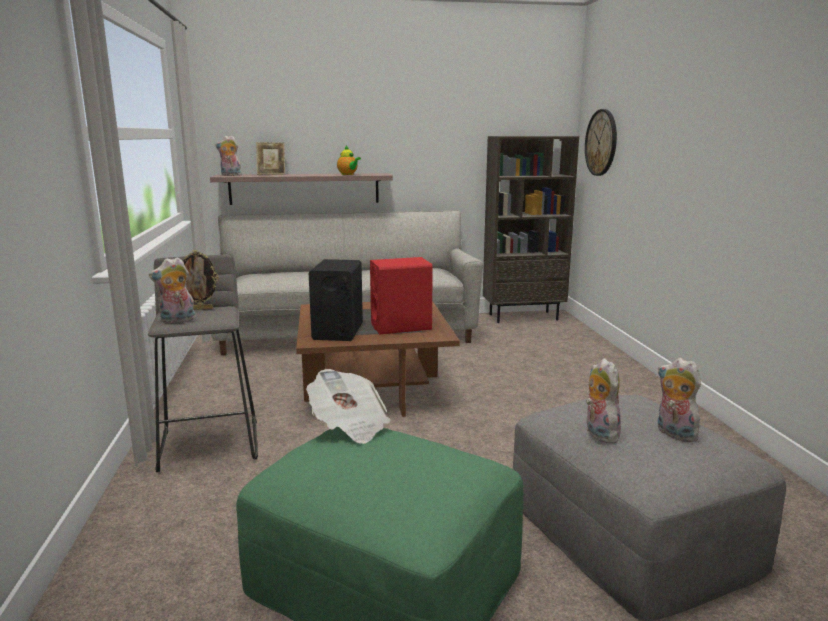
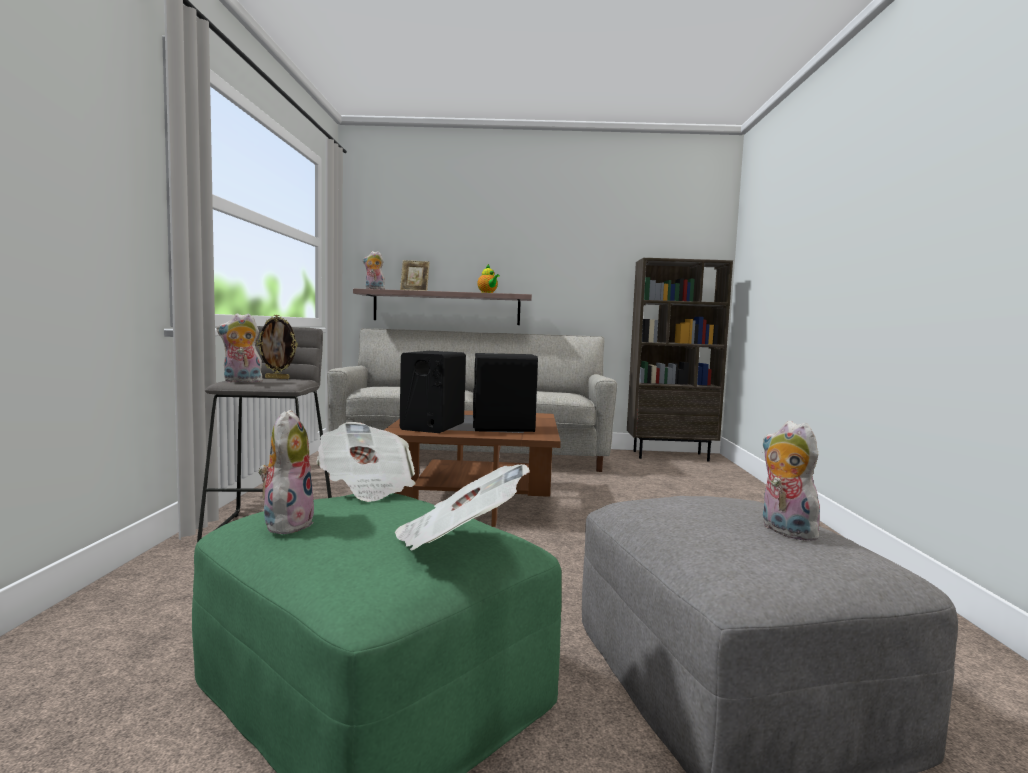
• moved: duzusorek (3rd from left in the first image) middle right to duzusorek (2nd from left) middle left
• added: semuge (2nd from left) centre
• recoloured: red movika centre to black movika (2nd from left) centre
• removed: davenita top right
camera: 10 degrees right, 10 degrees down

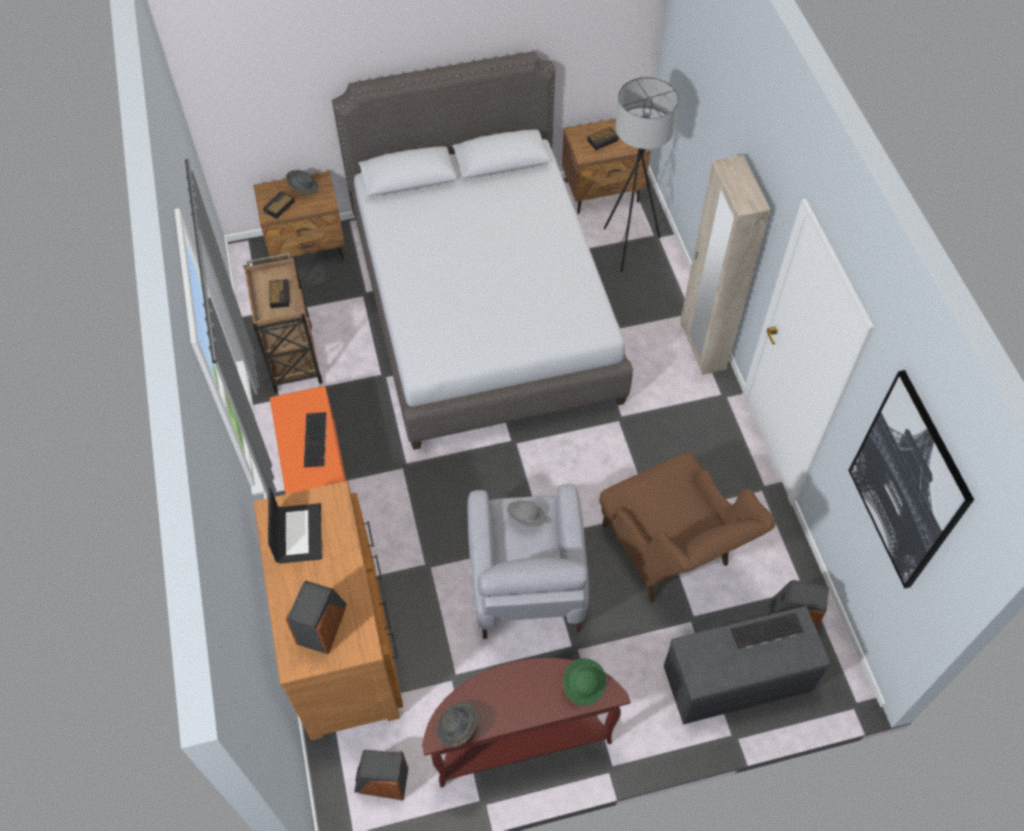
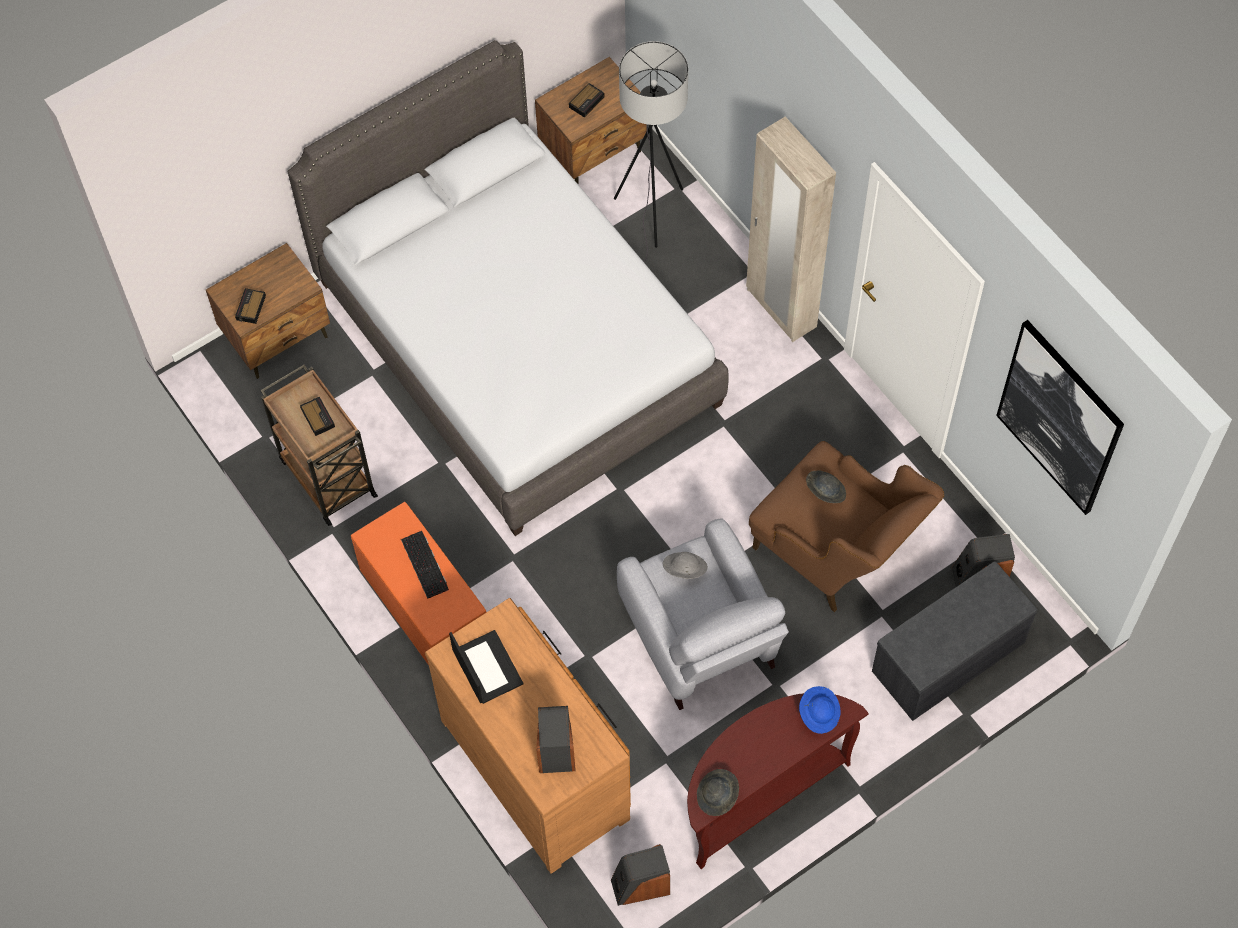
• recoloured: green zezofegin bottom centre to blue zezofegin bottom centre
• moved: grey zezofegin (1st from left in the first image) top left to grey zezofegin (3rd from left) middle right
• removed: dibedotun (2nd from left) bottom right
camera: 20 degrees left, 5 degrees up

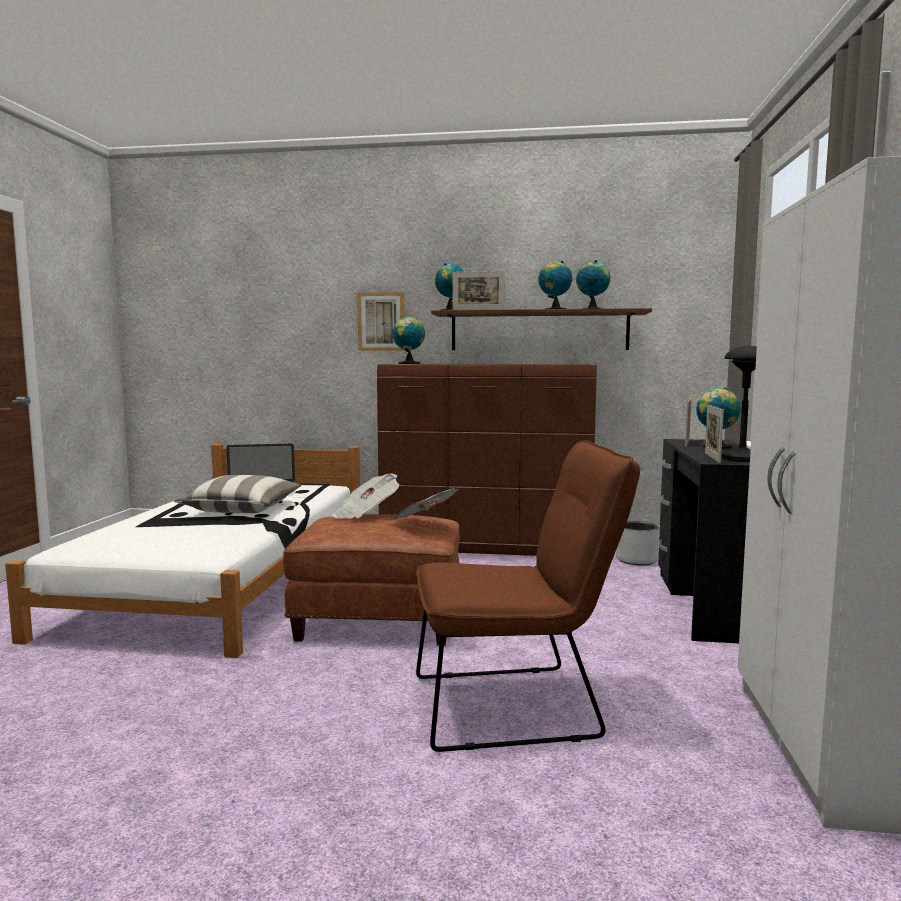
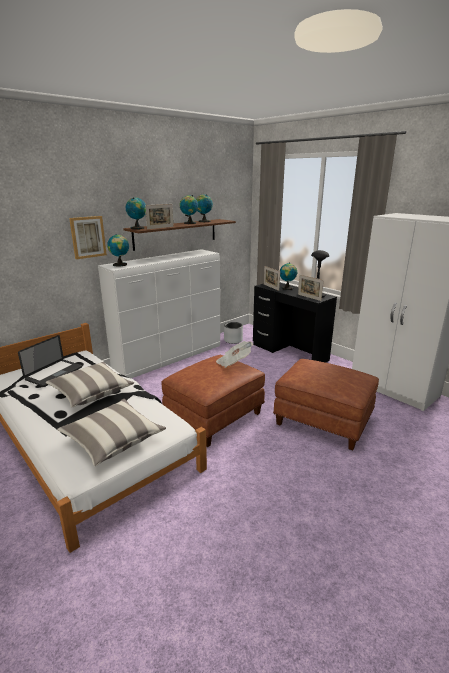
• added: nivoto (2nd from left) middle left
• recoloured: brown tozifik centre to white tozifik centre
• replaced: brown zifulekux centre to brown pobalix (2nd from left) middle right
• removed: semuge (1st from left) centre
camera: 50 degrees left, 15 degrees up

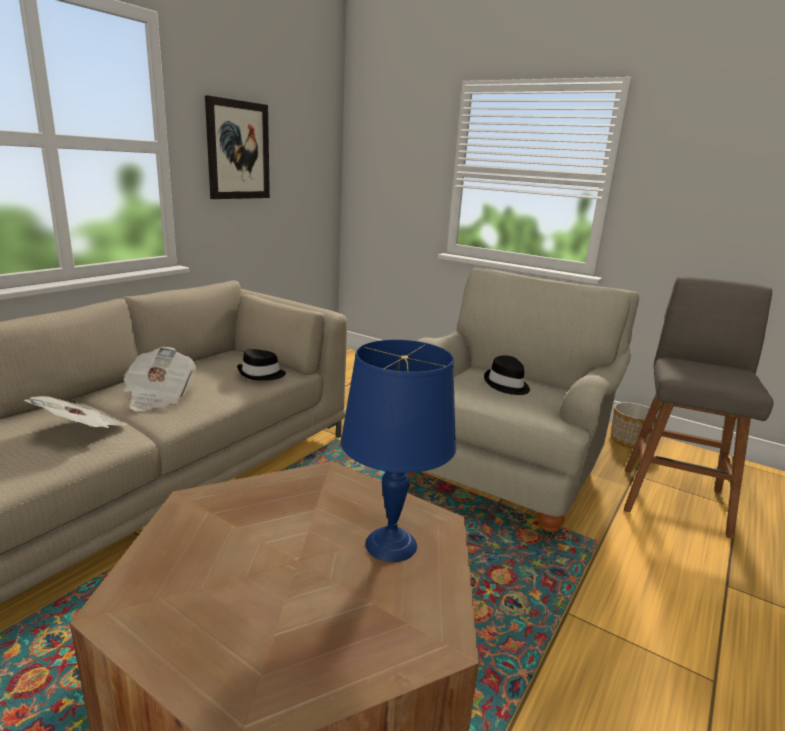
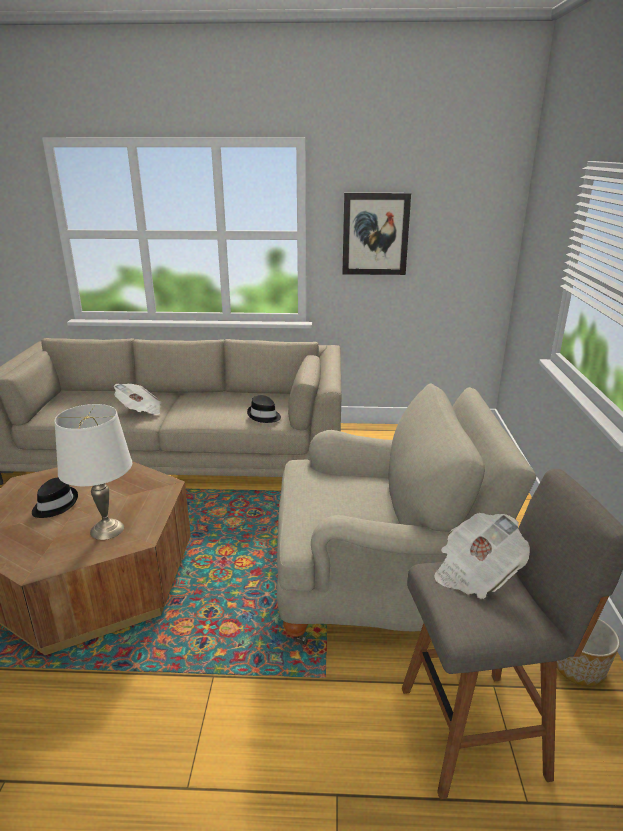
• moved: black zezofegin (2nd from left in the first image) centre to black zezofegin (1st from left) middle left
• recoloured: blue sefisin centre to white sefisin middle left
• moved: semuge (2nd from left) middle left to bottom right
camera: 60 degrees right, 5 degrees up

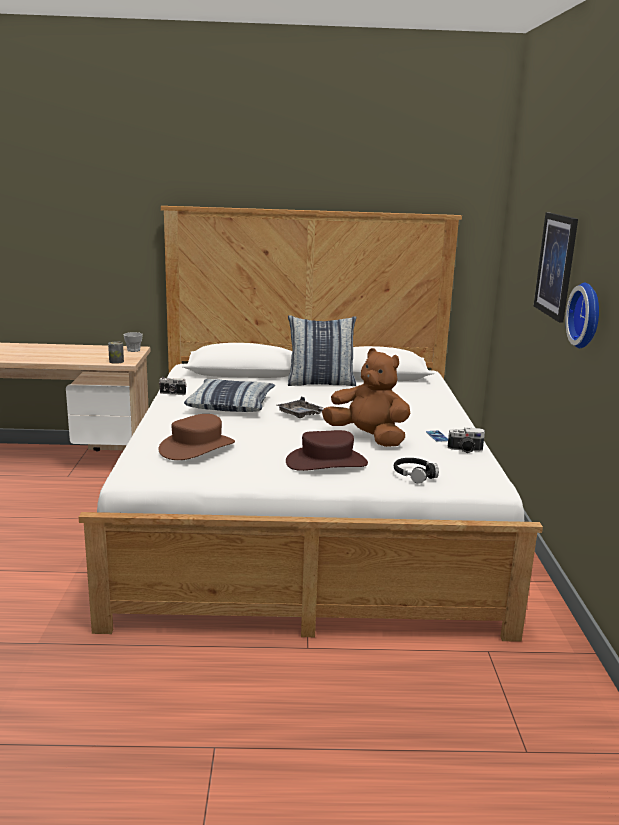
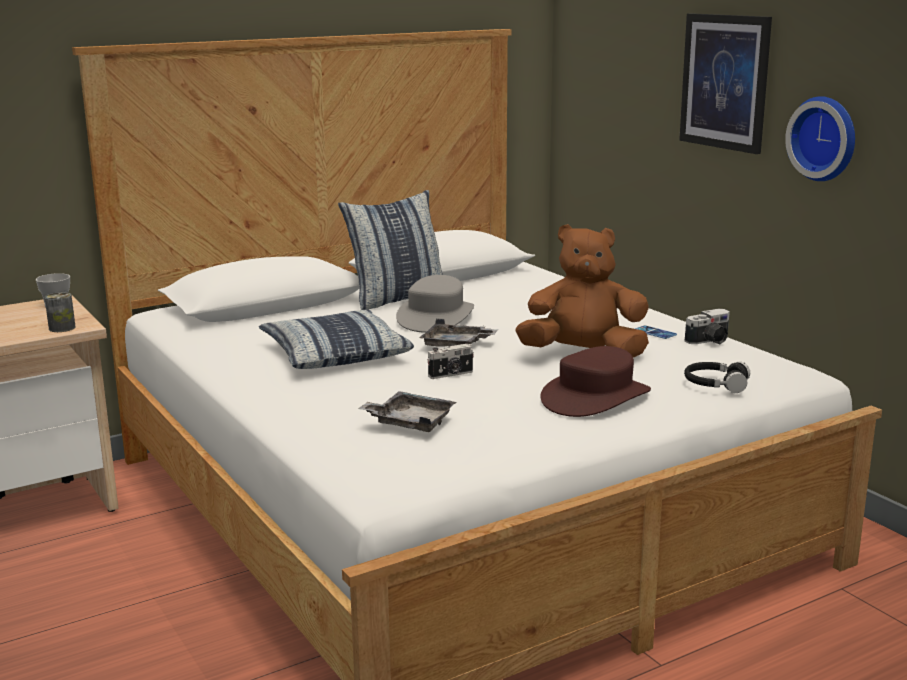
• replaced: brown zezofegin (1st from left) middle left to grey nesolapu (1st from left) centre
• added: grey zezofegin centre
• moved: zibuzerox (1st from left) middle left to centre
camera: 30 degrees left, 0 degrees up

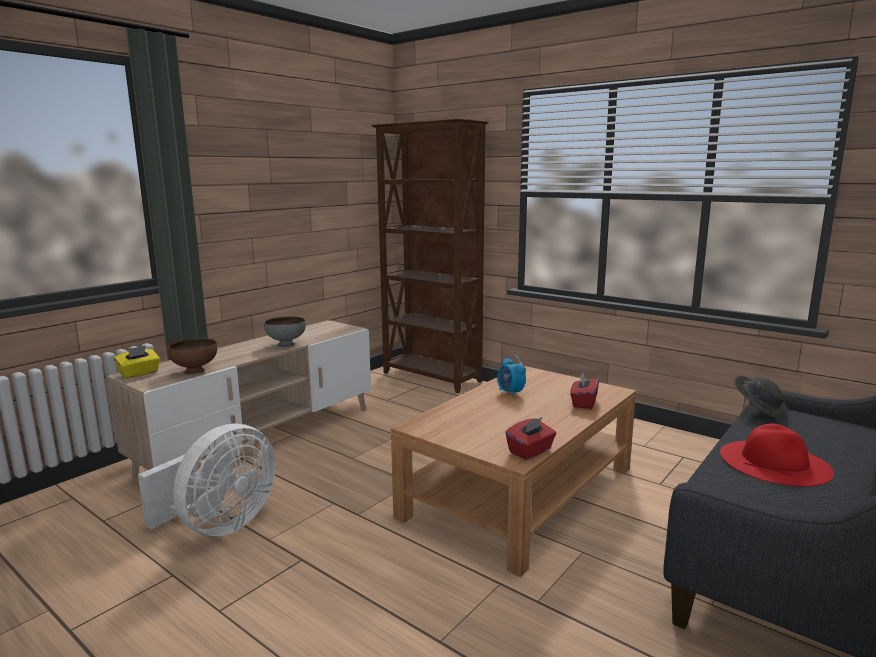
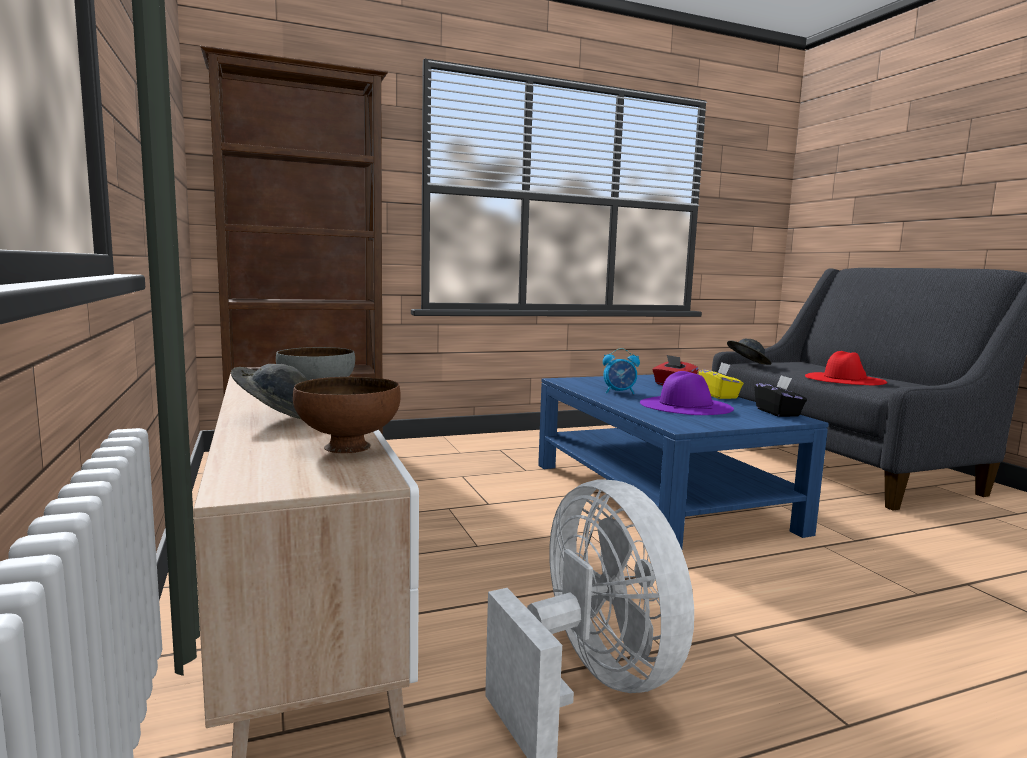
• added: grey zezofegin (1st from left) middle left
• recoloured: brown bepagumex bottom centre to blue bepagumex centre
• added: purple zezofegin middle right
• moved: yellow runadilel middle left to middle right
• recoloured: red runadilel (1st from left) bottom centre to black runadilel middle right
camera: 60 degrees left, 5 degrees down

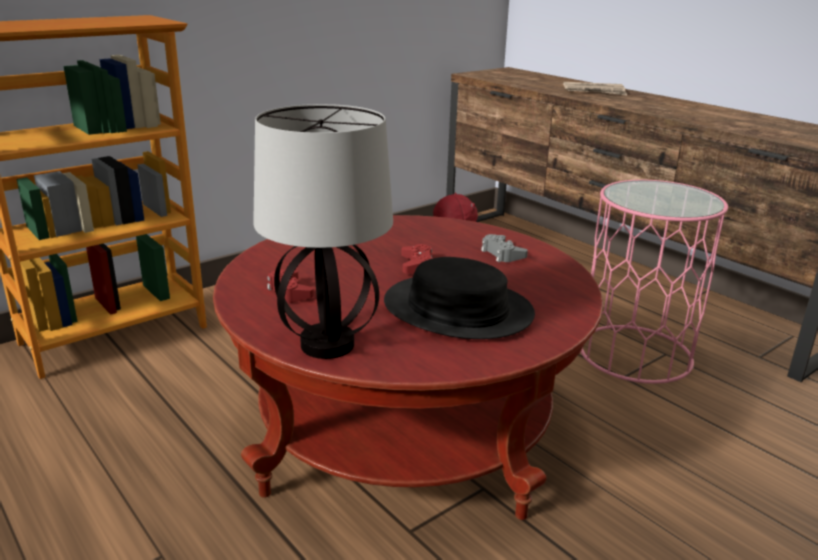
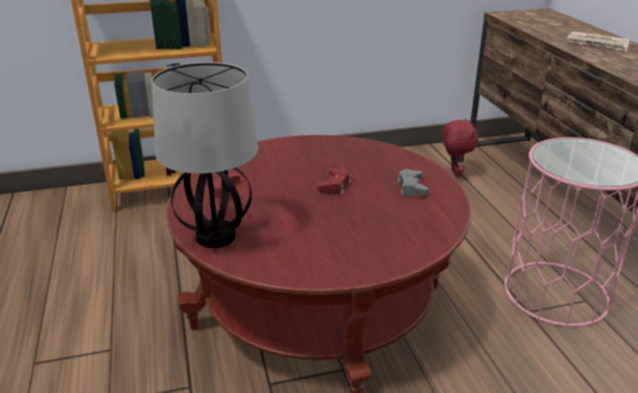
• removed: black zezofegin centre
camera: 25 degrees right, 5 degrees up

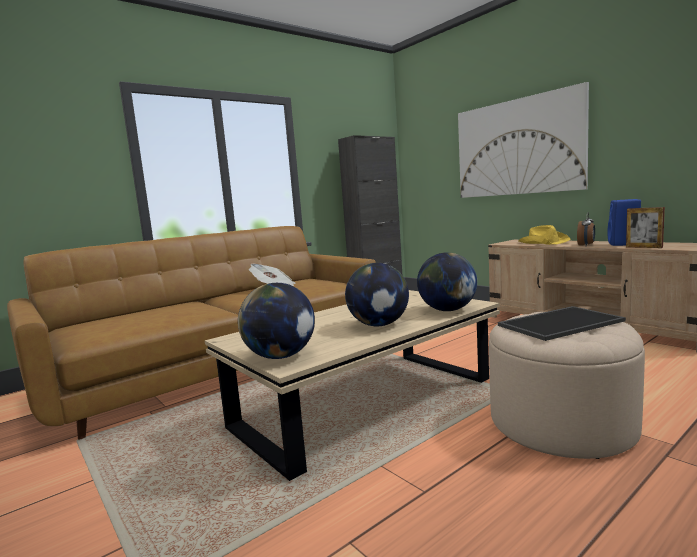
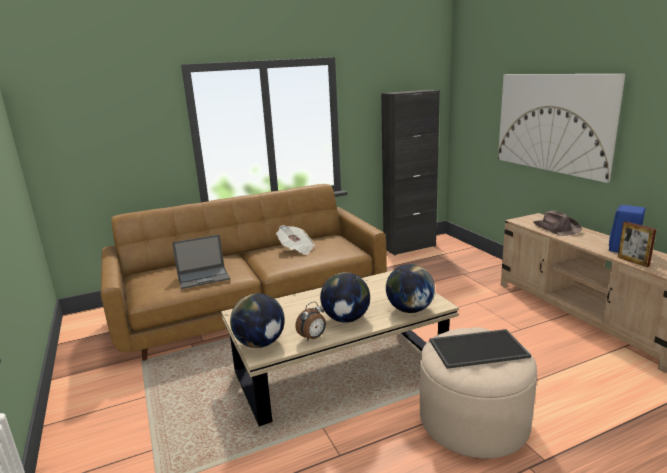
• added: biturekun middle left
• moved: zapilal middle right to bottom centre
• recoloured: yellow zezofegin middle right to brown zezofegin middle right
camera: 15 degrees right, 10 degrees up

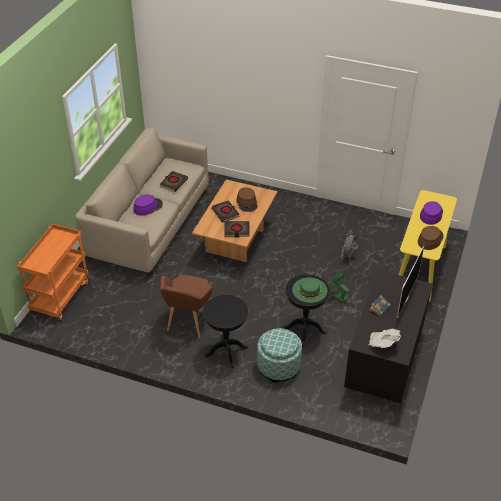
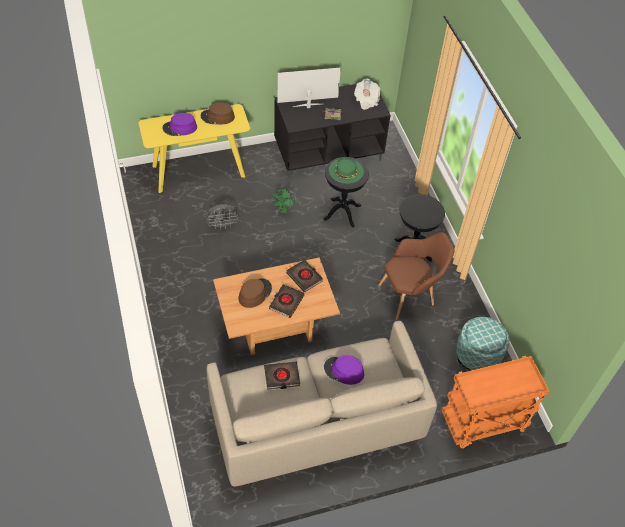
• moved: pobalix bottom centre to middle right
camera: 130 degrees left, 10 degrees up

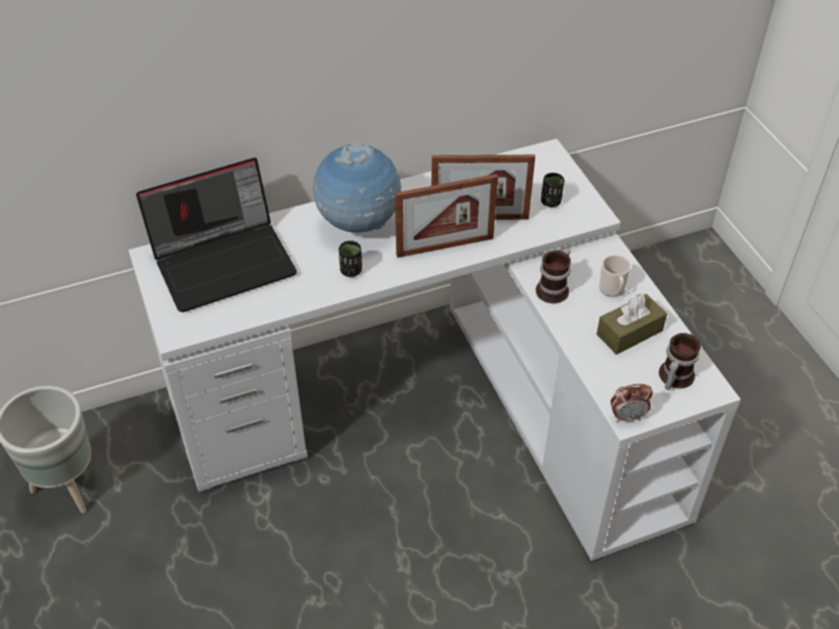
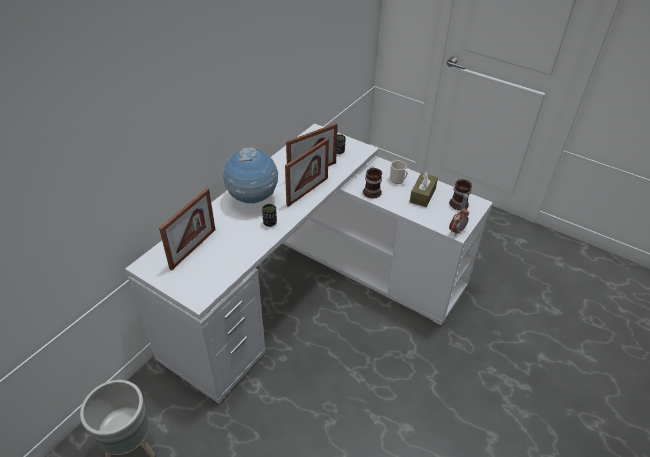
• replaced: biturekun middle left to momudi (1st from left) middle left
camera: 35 degrees left, 5 degrees down

